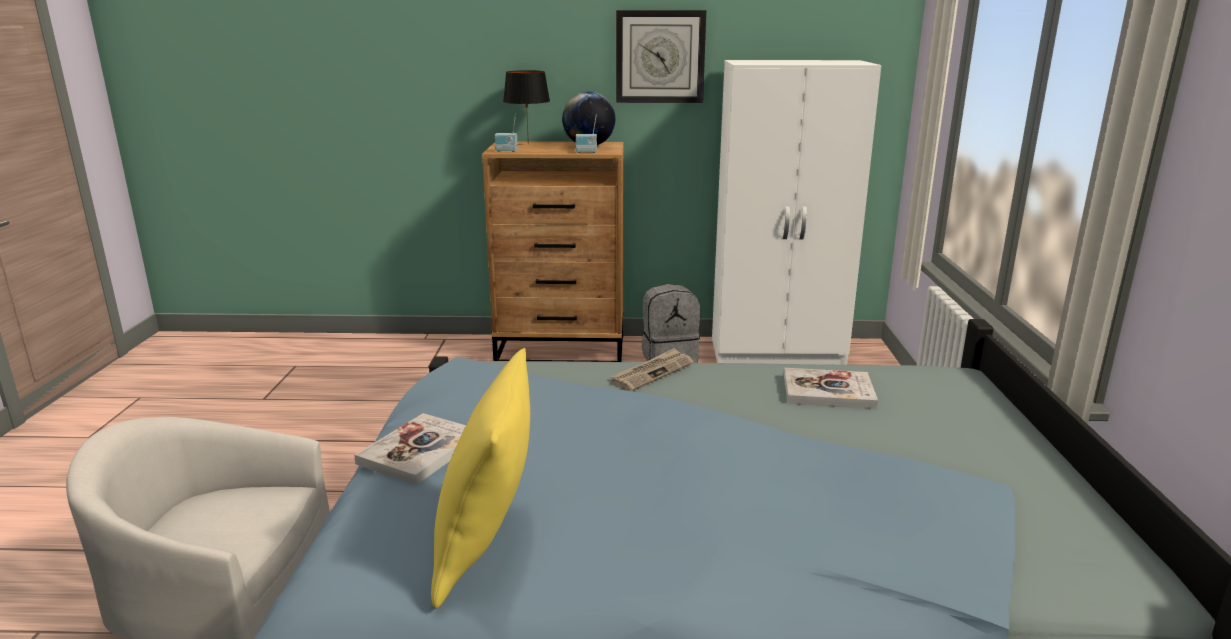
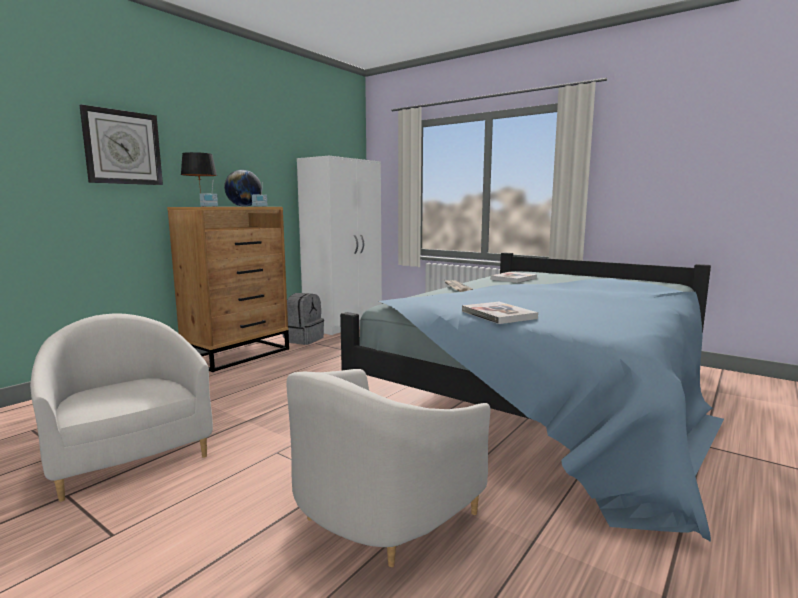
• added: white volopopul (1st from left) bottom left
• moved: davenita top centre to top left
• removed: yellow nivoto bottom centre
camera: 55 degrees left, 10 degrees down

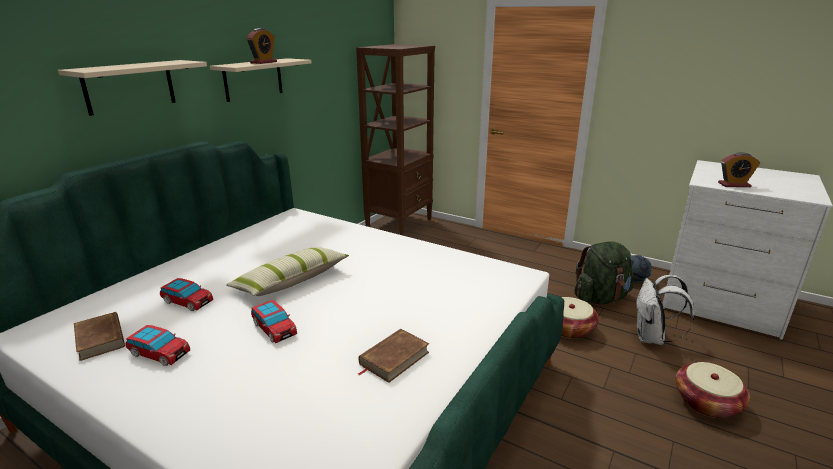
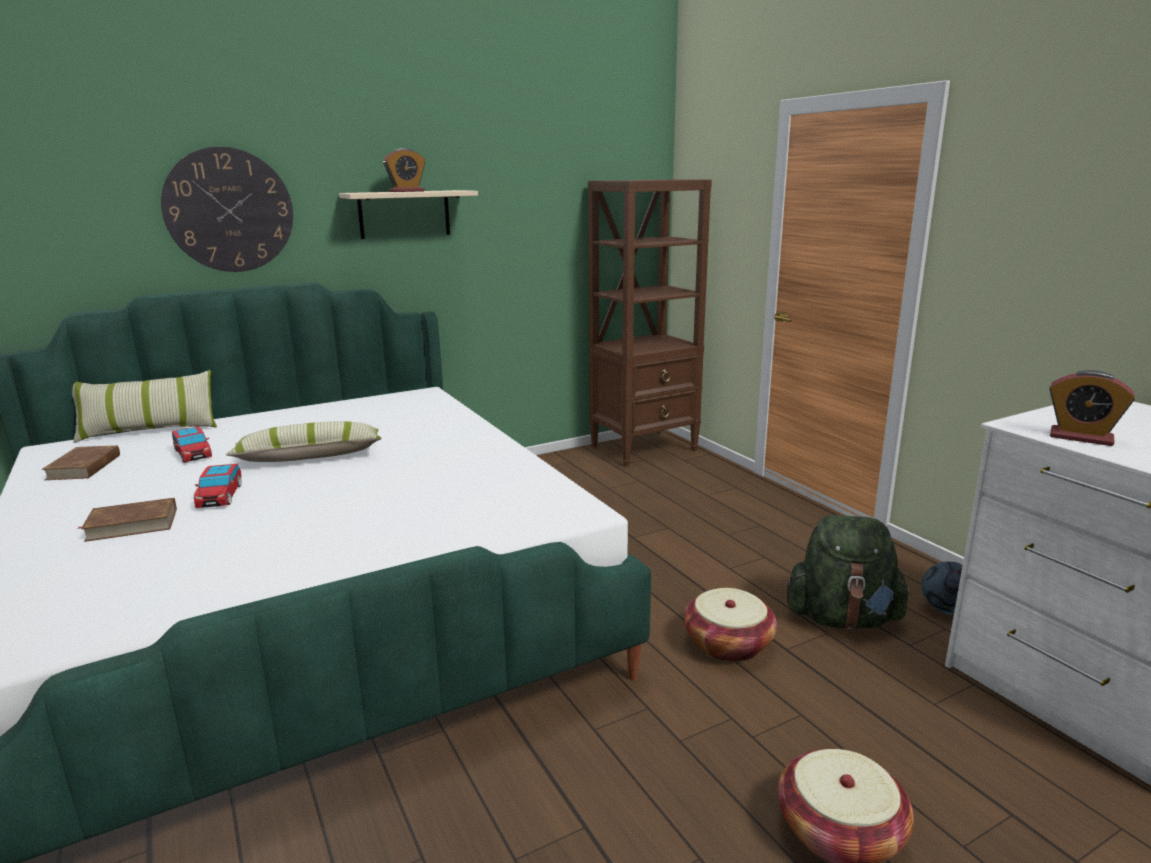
• added: nivoto (1st from left) middle left
• moved: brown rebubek (2nd from left) bottom centre to middle left
• replaced: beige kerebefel (1st from left) top left to davenita top left
• removed: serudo (1st from left) bottom left
• removed: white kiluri middle right
camera: 30 degrees right, 5 degrees down

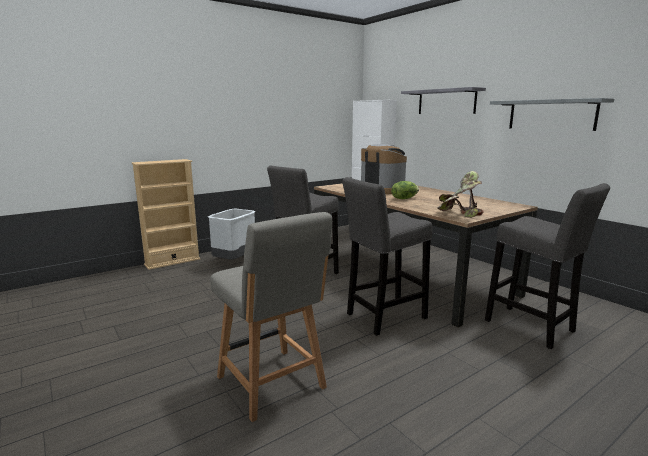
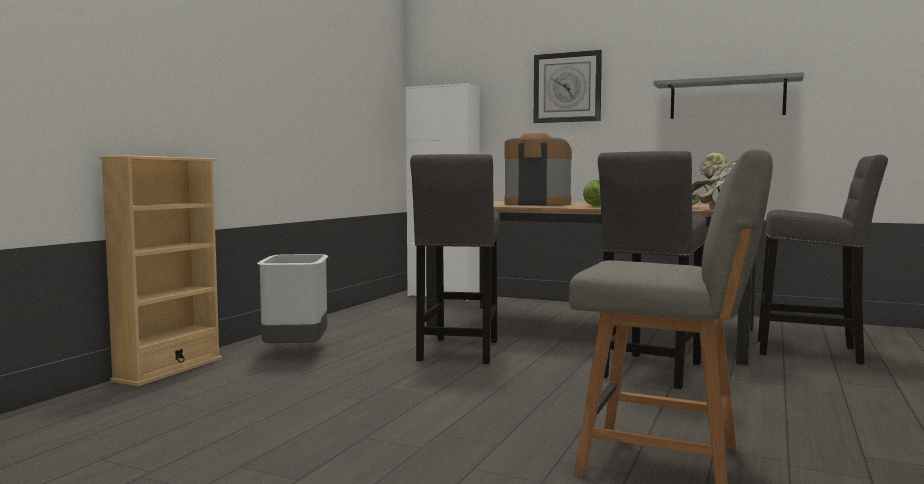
• replaced: grey kerebefel (1st from left) top right to davenita top centre
camera: 30 degrees left, 10 degrees down

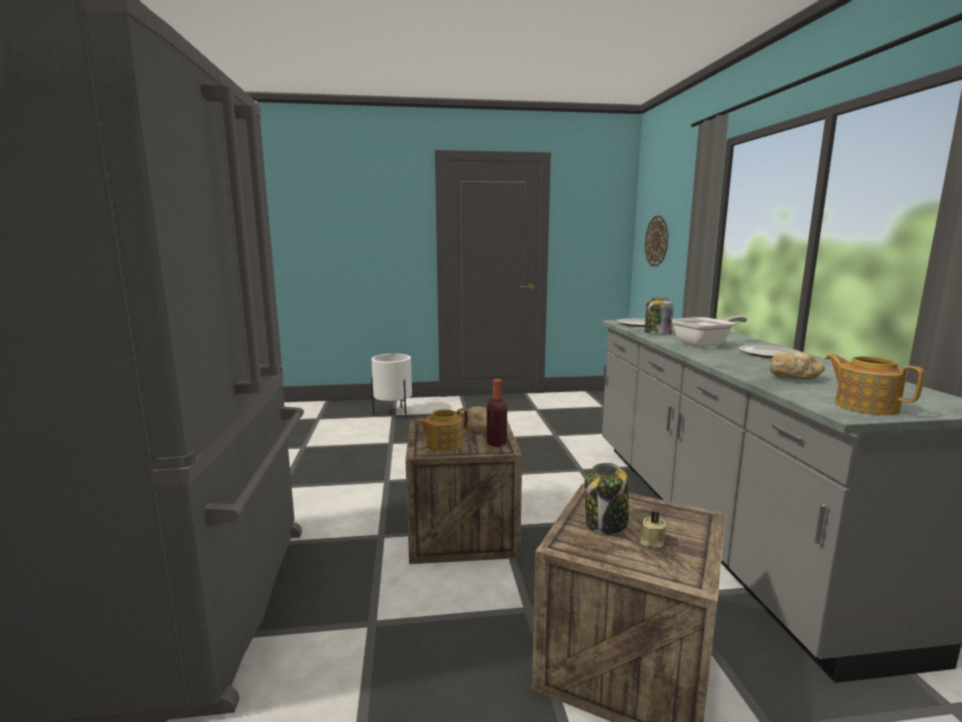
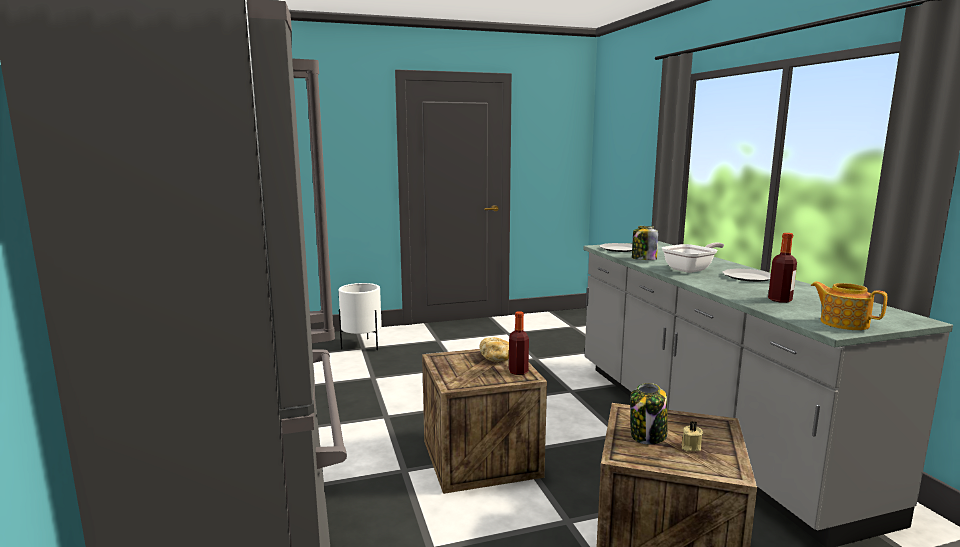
• replaced: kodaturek (2nd from left) middle right to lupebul (2nd from left) middle right
• removed: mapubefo (1st from left) centre
• removed: davenita middle right
camera: 10 degrees left, 0 degrees up

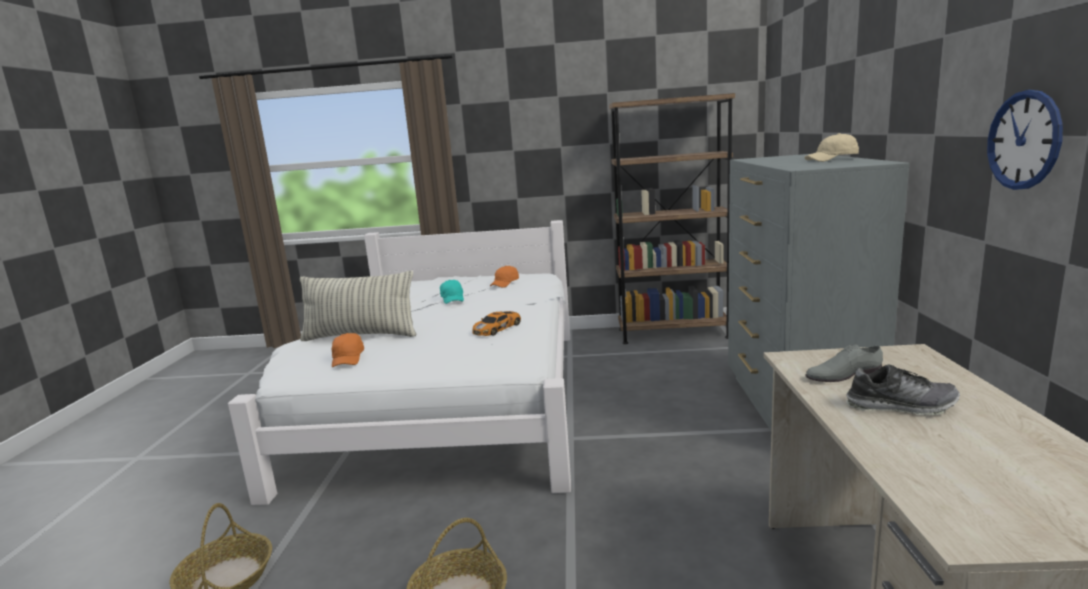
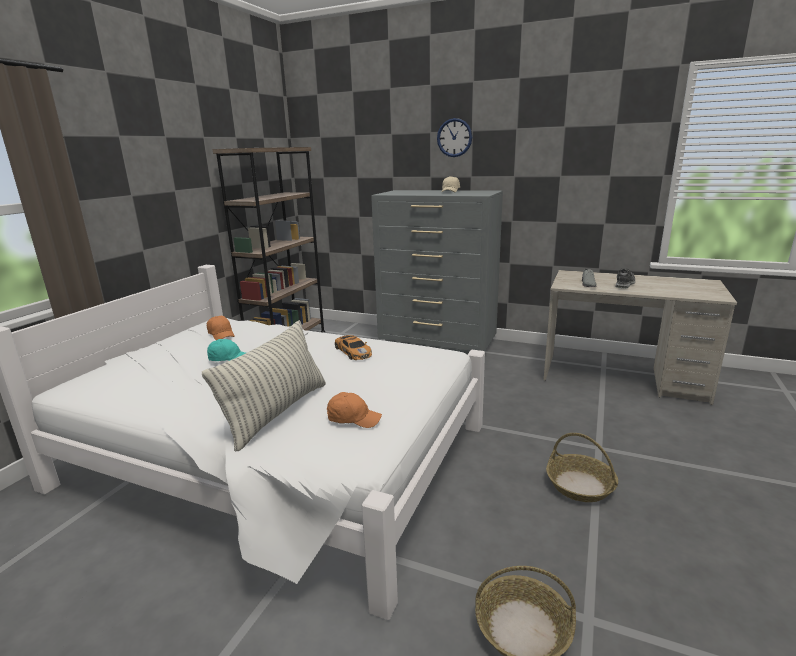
• moved: davenita top right to top centre
camera: 70 degrees left, 5 degrees up

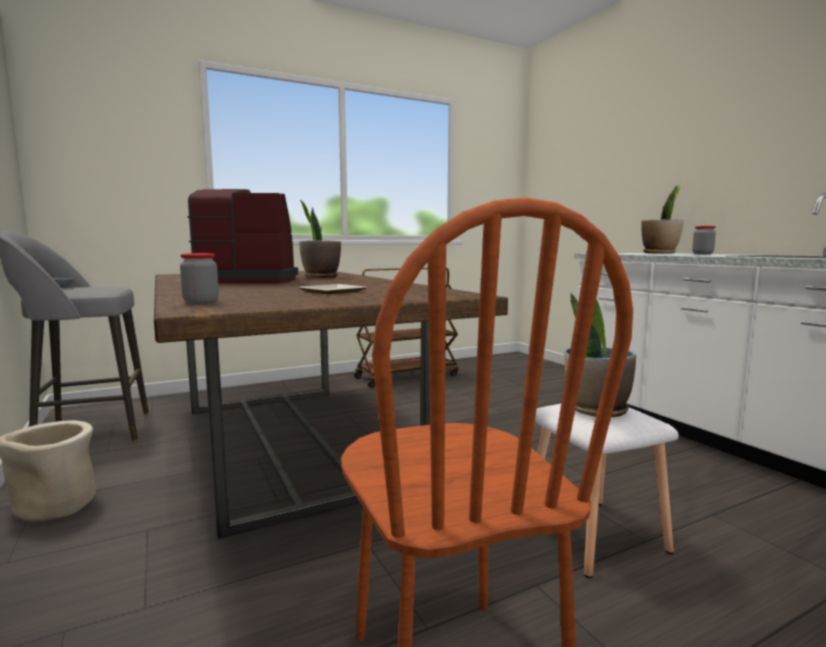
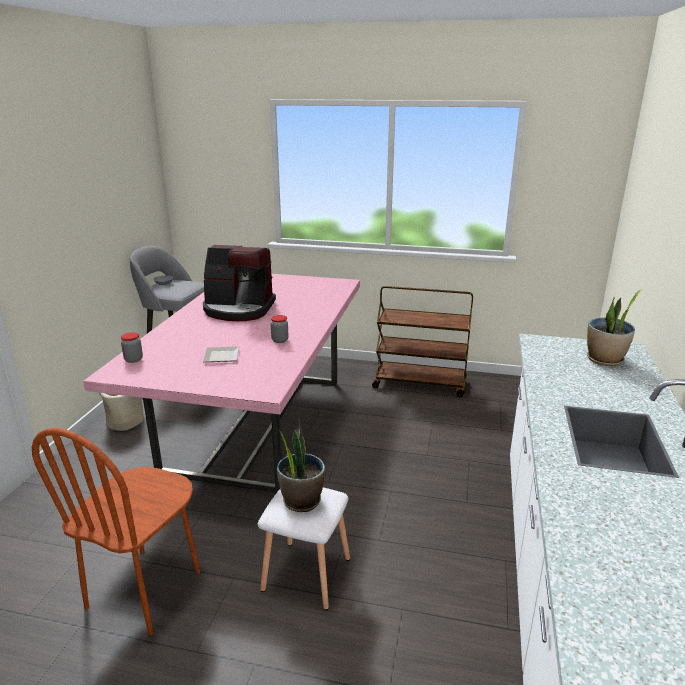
• recoloured: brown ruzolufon centre to pink ruzolufon middle left
• turned: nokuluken middle left = centre 150 degrees clockwise
• moved: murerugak (2nd from left) middle right to centre
• removed: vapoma (1st from left) centre
camera: 40 degrees right, 15 degrees up

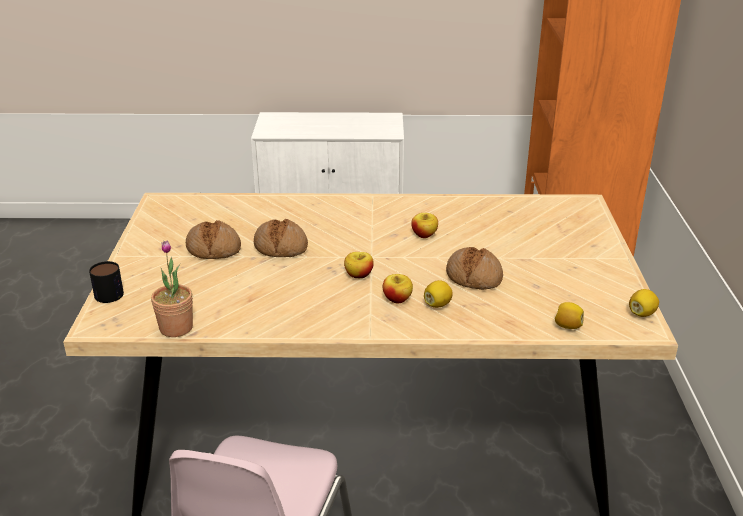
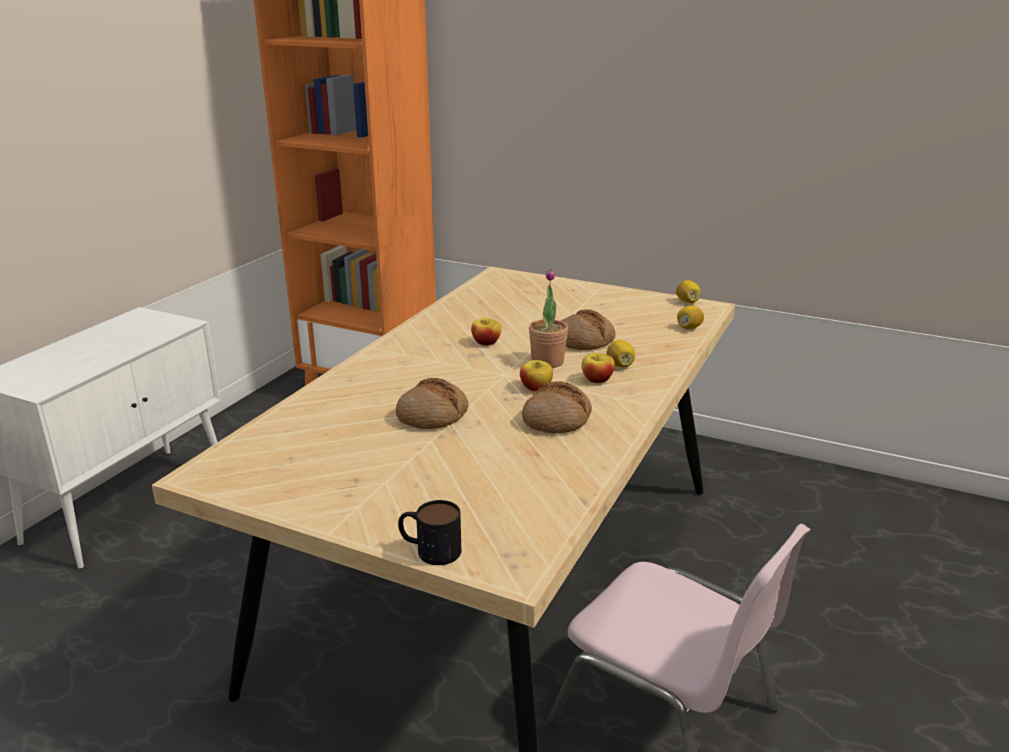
• moved: kodaturek (1st from left in the first image) middle left to kodaturek (2nd from left) centre
• moved: vapoma middle left to centre
camera: 65 degrees left, 5 degrees down

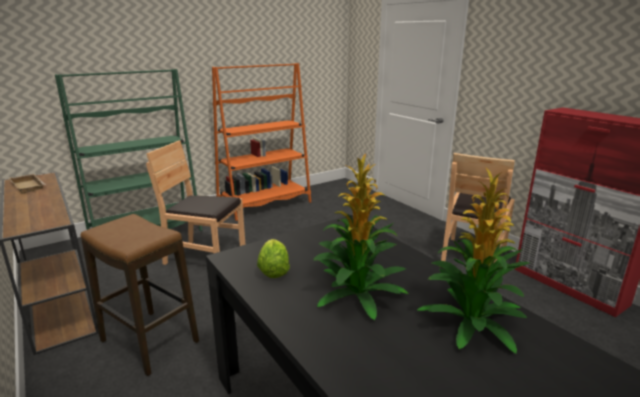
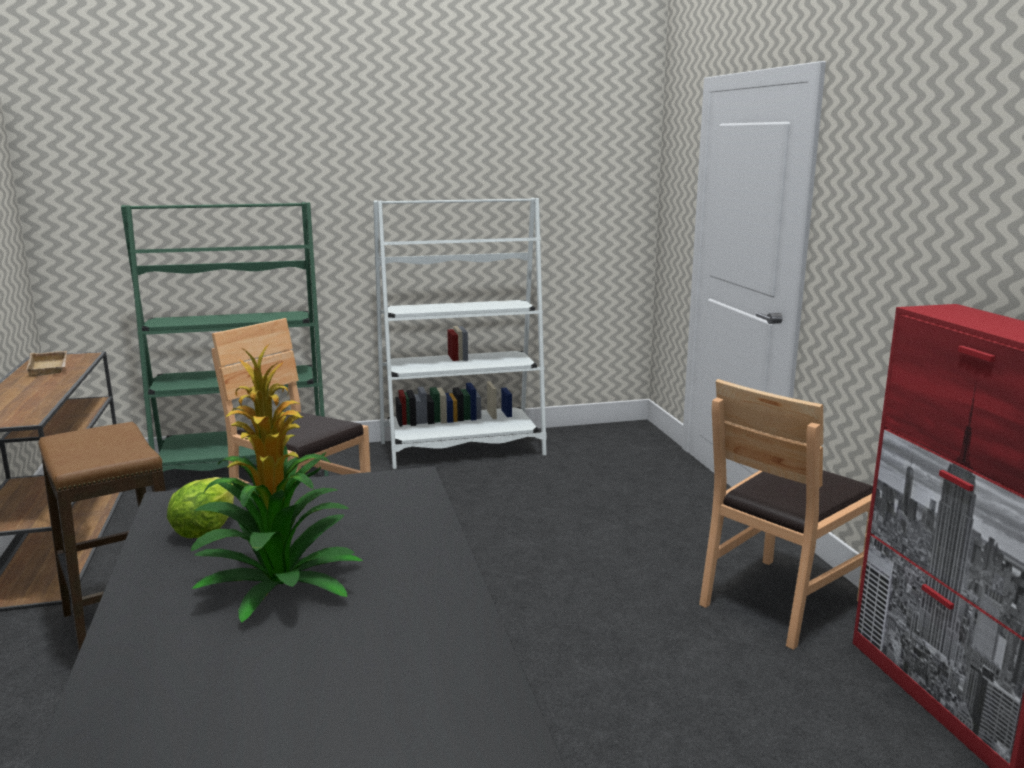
• recoloured: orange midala centre to white midala centre
• removed: vapoma (2nd from left) middle right
camera: 20 degrees right, 5 degrees down

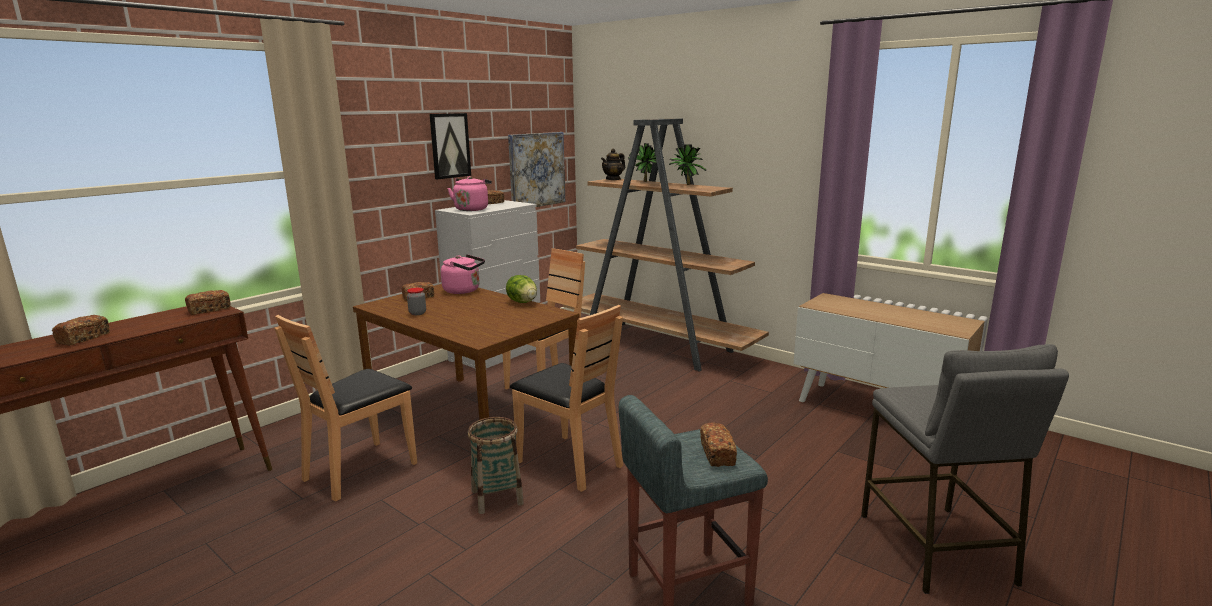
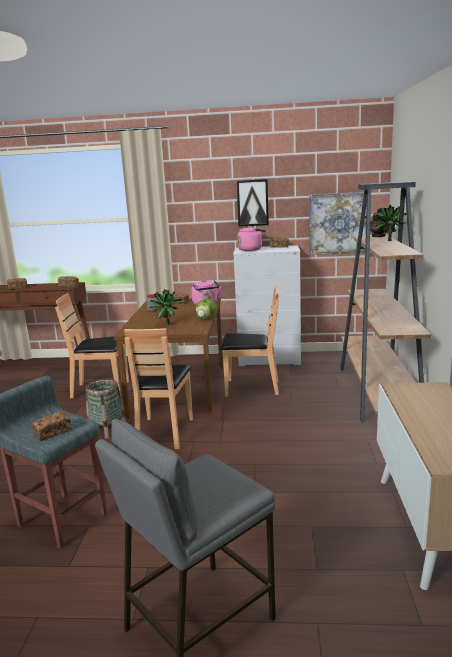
• moved: vapoma (2nd from left in the first image) top centre to vapoma (1st from left) centre
camera: 55 degrees right, 0 degrees up

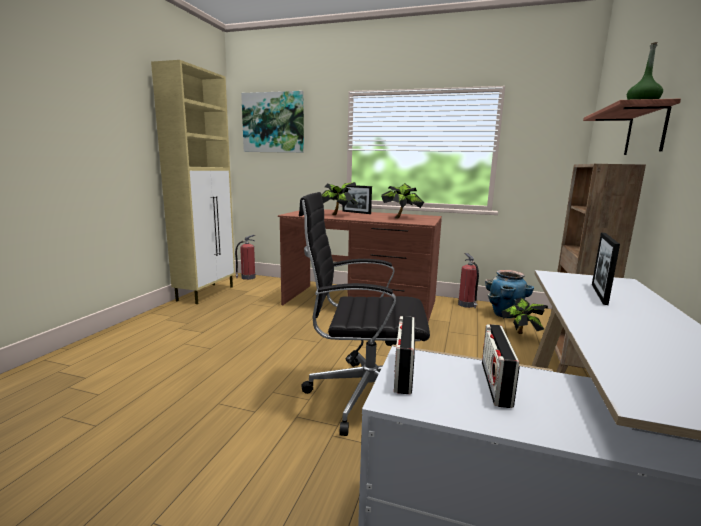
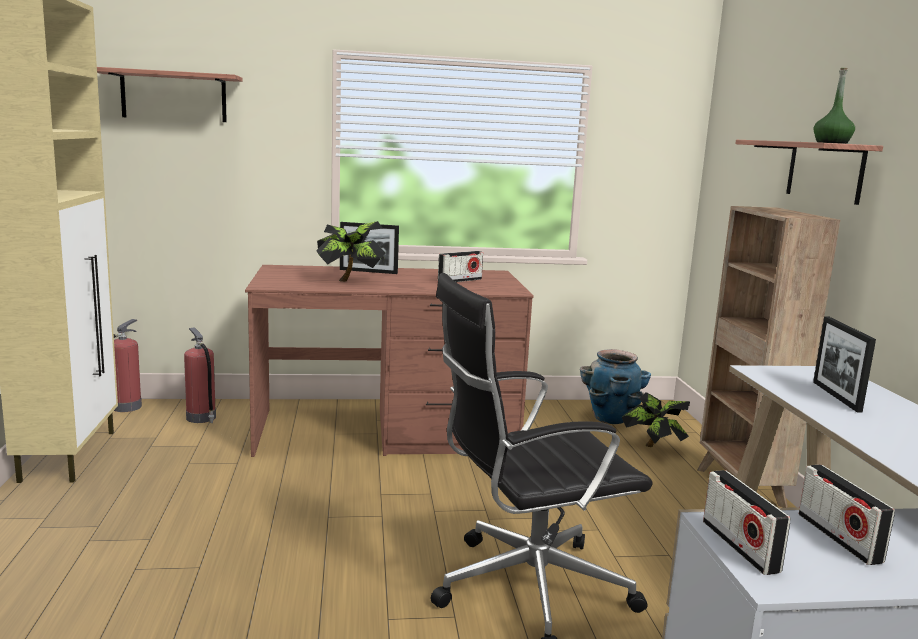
• replaced: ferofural top centre to kerebefel (1st from left) top left
• moved: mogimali (2nd from left) middle right to middle left
• replaced: vapoma (2nd from left) centre to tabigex (1st from left) centre
camera: 25 degrees left, 0 degrees up

